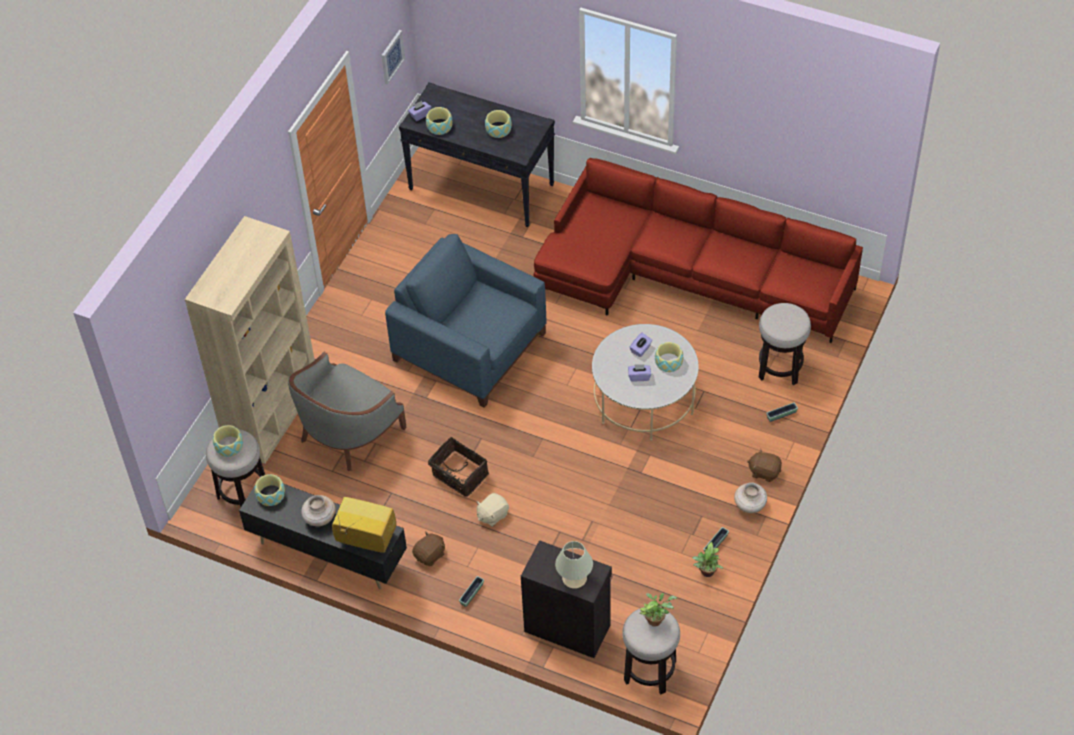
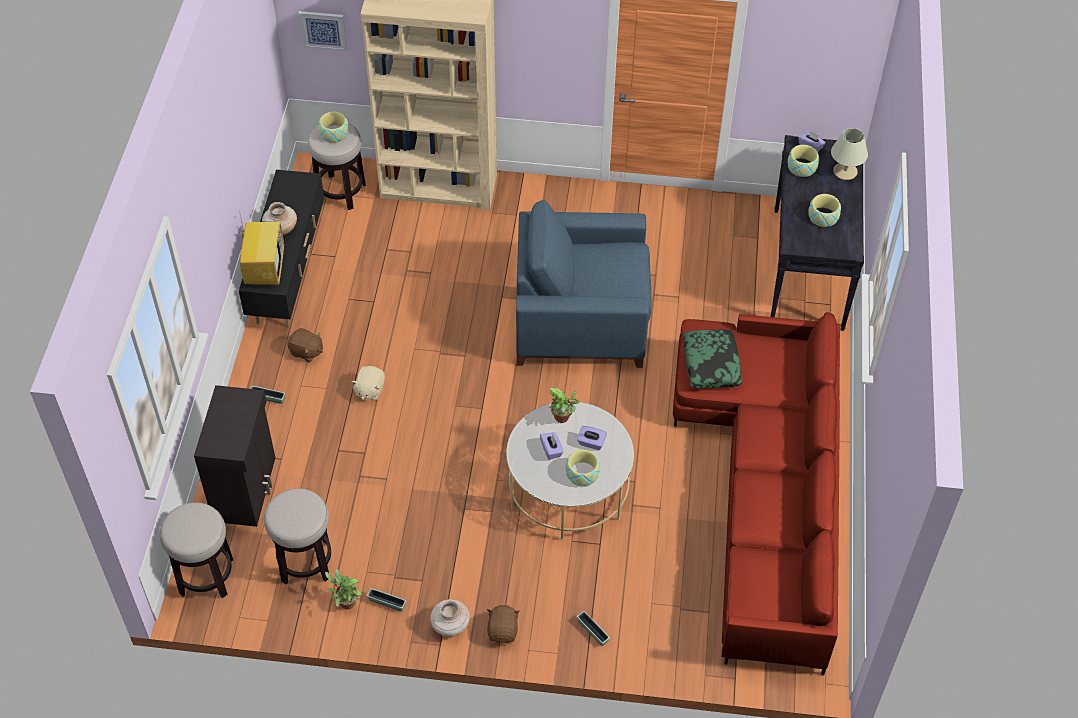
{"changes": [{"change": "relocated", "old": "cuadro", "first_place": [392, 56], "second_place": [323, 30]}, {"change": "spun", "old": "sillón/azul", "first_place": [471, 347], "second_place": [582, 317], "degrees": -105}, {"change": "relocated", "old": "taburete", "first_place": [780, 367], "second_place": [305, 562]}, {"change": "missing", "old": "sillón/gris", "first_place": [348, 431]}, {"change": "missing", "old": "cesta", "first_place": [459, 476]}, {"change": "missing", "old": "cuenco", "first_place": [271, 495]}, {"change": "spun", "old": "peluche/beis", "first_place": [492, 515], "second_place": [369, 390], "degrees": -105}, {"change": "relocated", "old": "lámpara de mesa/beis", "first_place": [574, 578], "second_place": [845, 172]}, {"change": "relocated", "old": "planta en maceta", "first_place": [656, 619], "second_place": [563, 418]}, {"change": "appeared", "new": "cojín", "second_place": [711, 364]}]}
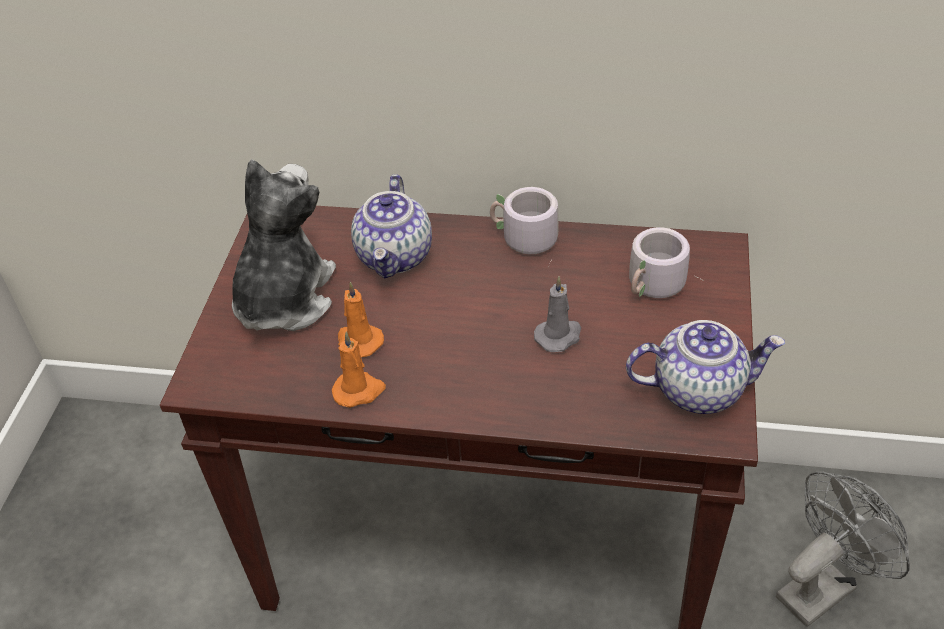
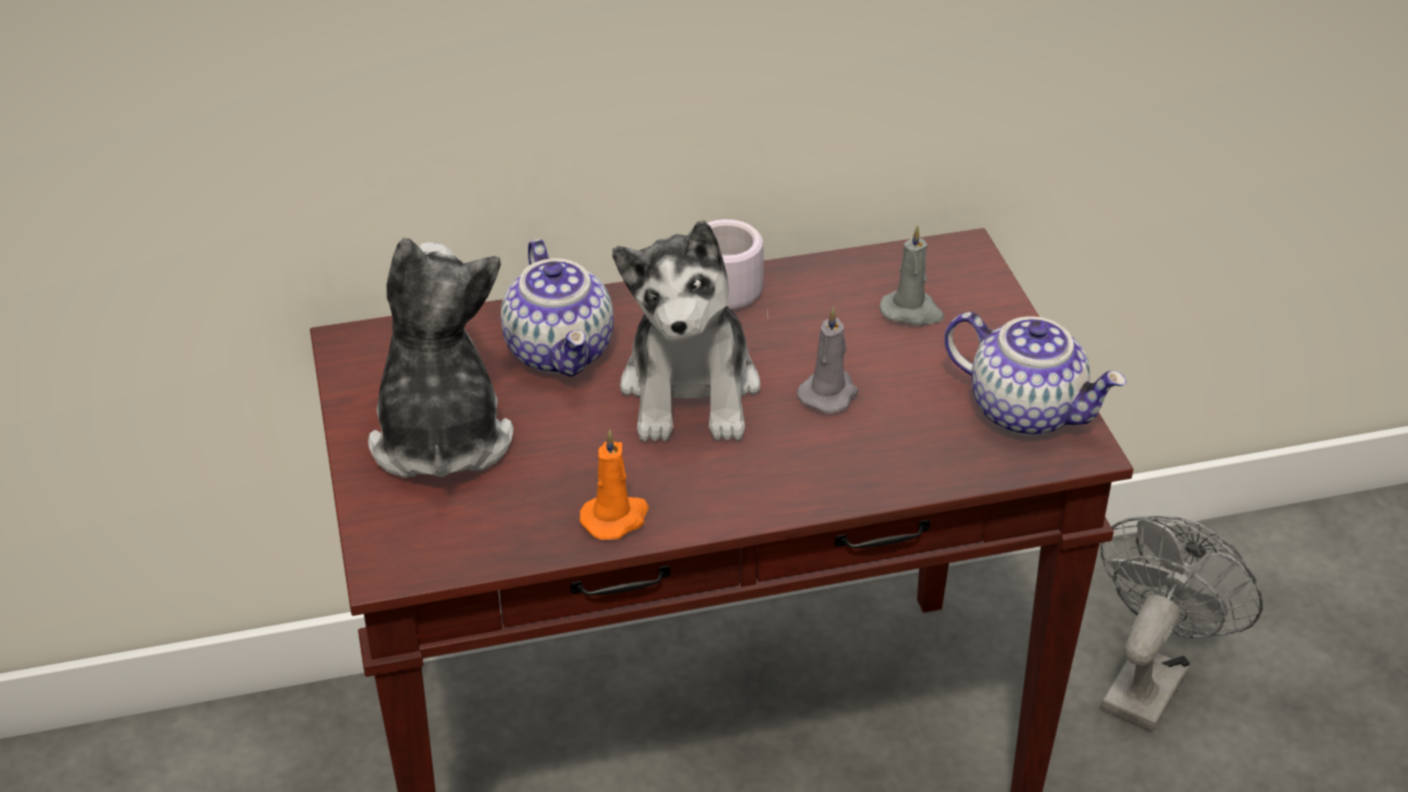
{"changes": [{"change": "exchanged", "old": "taza grande/gris", "new": "vela/gris", "first_place": [655, 287], "second_place": [912, 312]}, {"change": "missing", "old": "vela/naranja", "first_place": [358, 341]}, {"change": "spun", "old": "tetera", "first_place": [699, 389], "second_place": [1027, 410], "degrees": 60}, {"change": "appeared", "new": "peluche", "second_place": [691, 390]}]}
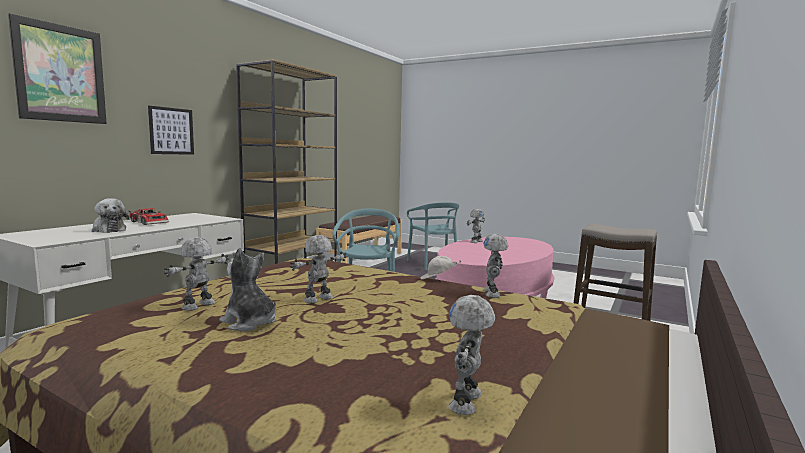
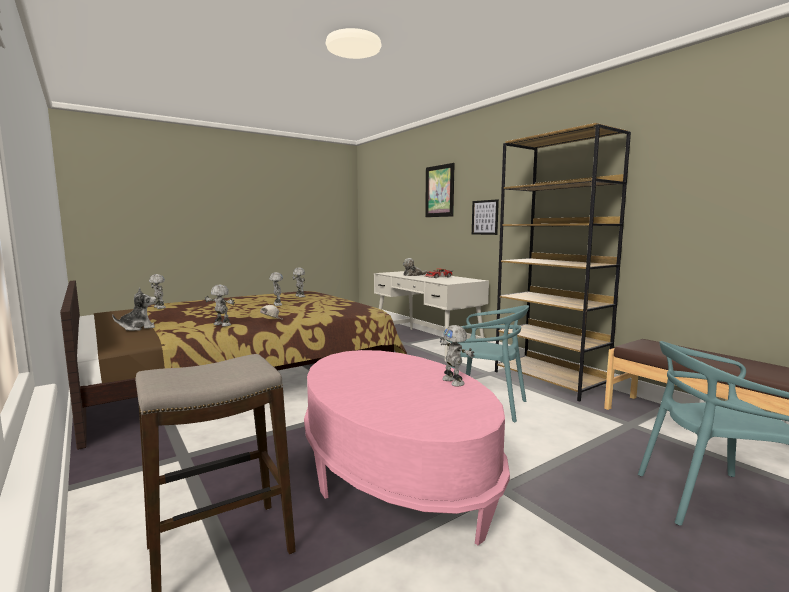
{"changes": [{"change": "relocated", "old": "peluche", "first_place": [249, 323], "second_place": [138, 328]}]}
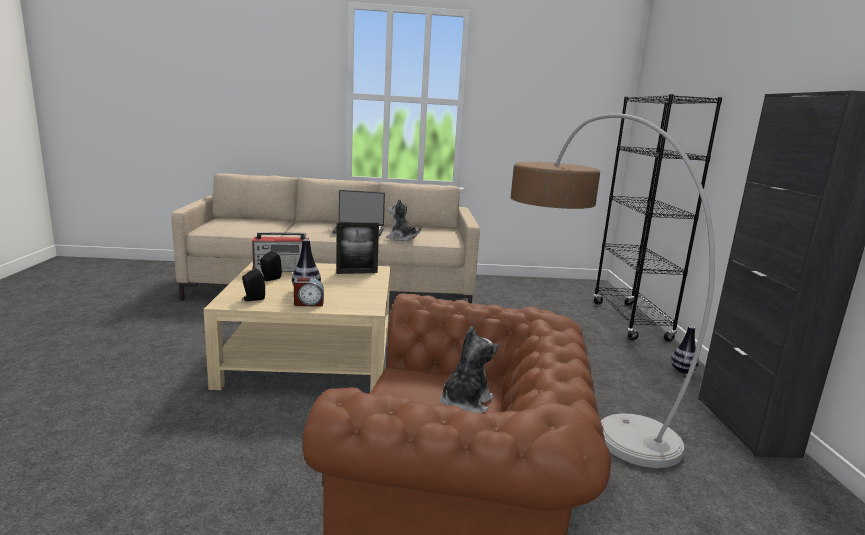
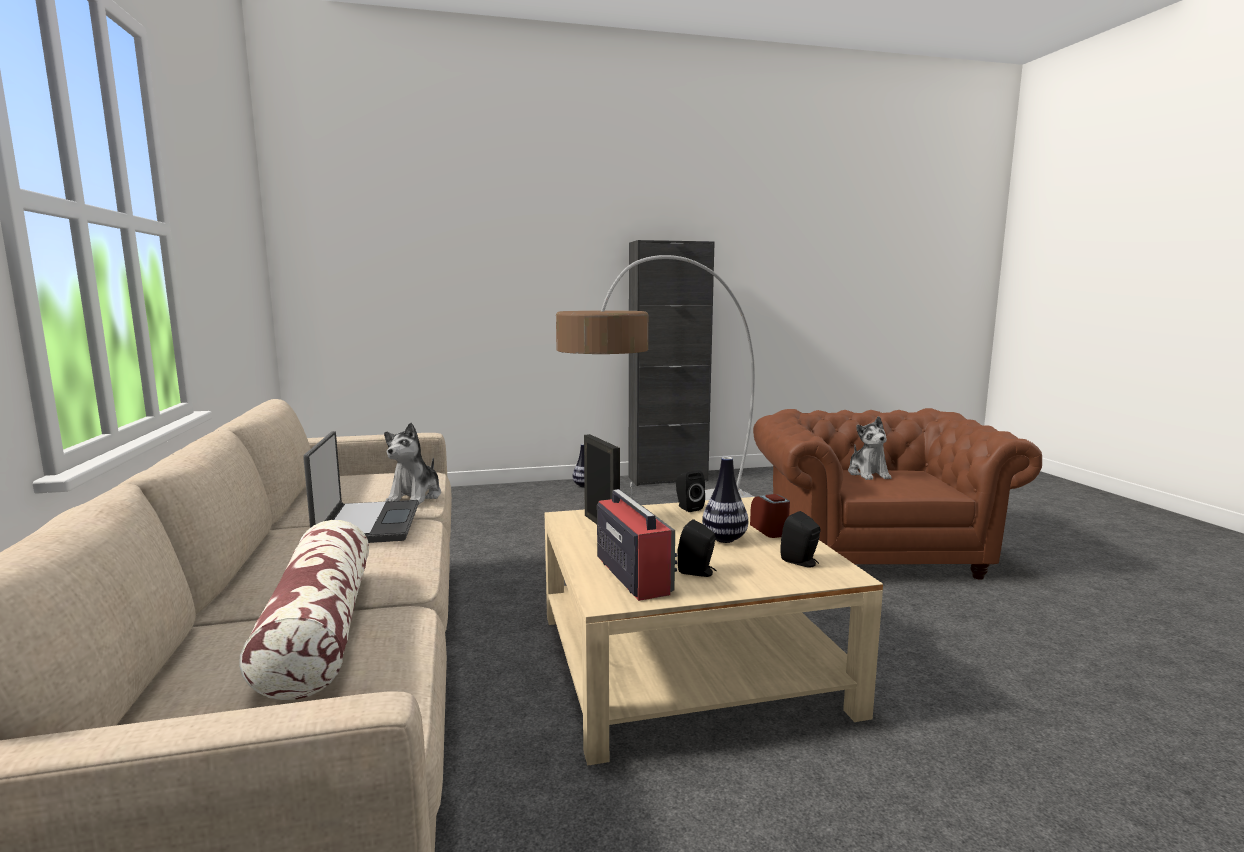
{"changes": [{"change": "missing", "old": "estantería/negro", "first_place": [630, 321]}, {"change": "spun", "old": "peluche", "first_place": [465, 403], "second_place": [868, 474], "degrees": -120}, {"change": "appeared", "new": "altavoz/negro", "second_place": [688, 508]}, {"change": "appeared", "new": "cojín", "second_place": [319, 628]}]}
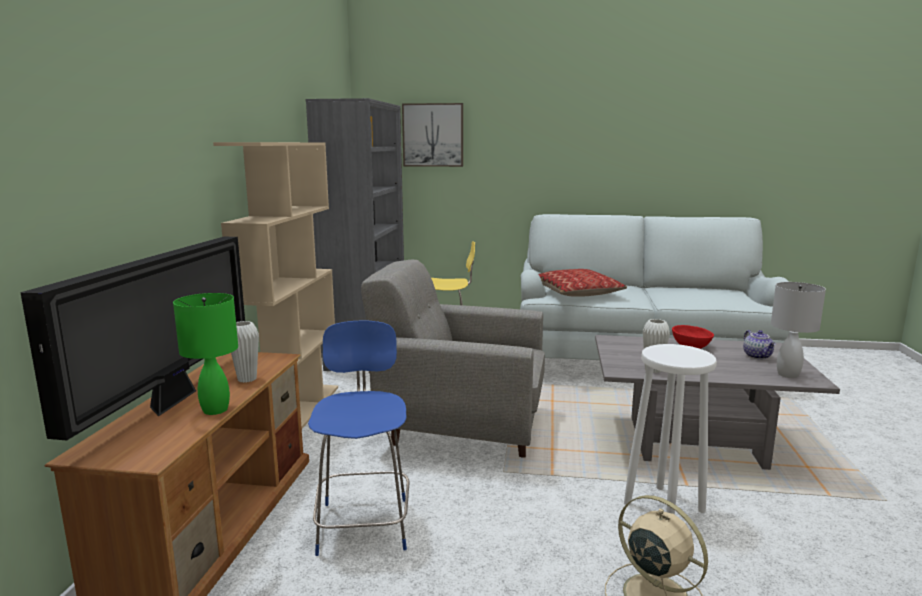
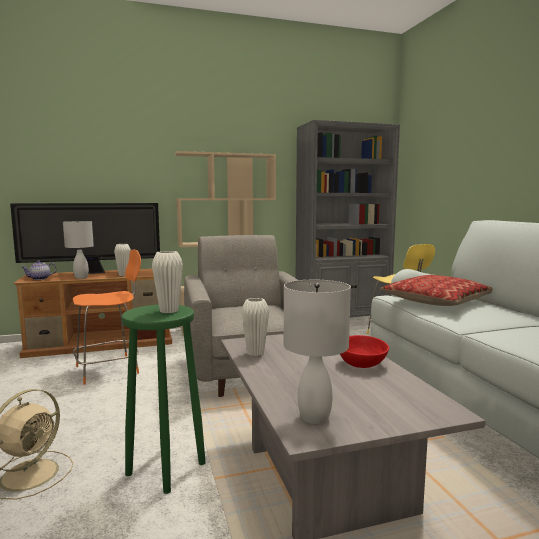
{"changes": [{"change": "missing", "old": "cuadro", "first_place": [433, 135]}, {"change": "colour", "old": "lámpara de mesa/verde", "new": "lámpara de mesa/blanco", "first_place": [214, 410], "second_place": [81, 277]}, {"change": "colour", "old": "taburete/azul", "new": "taburete/naranja", "first_place": [364, 523], "second_place": [110, 369]}, {"change": "relocated", "old": "tetera", "first_place": [758, 356], "second_place": [39, 279]}, {"change": "colour", "old": "taburete/blanco", "new": "taburete/verde", "first_place": [665, 507], "second_place": [165, 469]}, {"change": "appeared", "new": "florero/blanco", "second_place": [169, 311]}]}
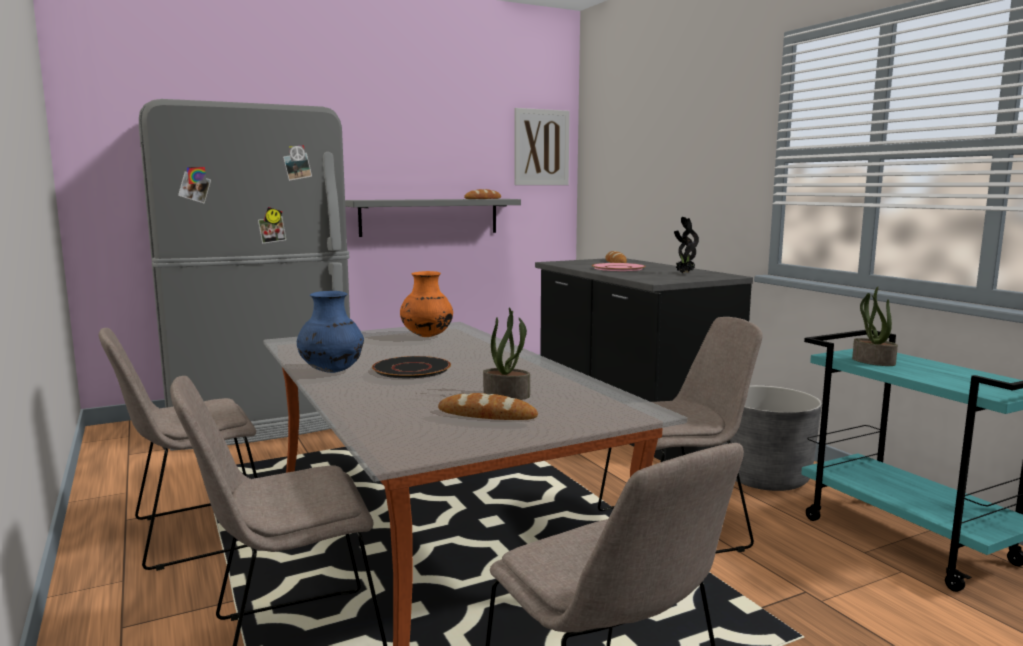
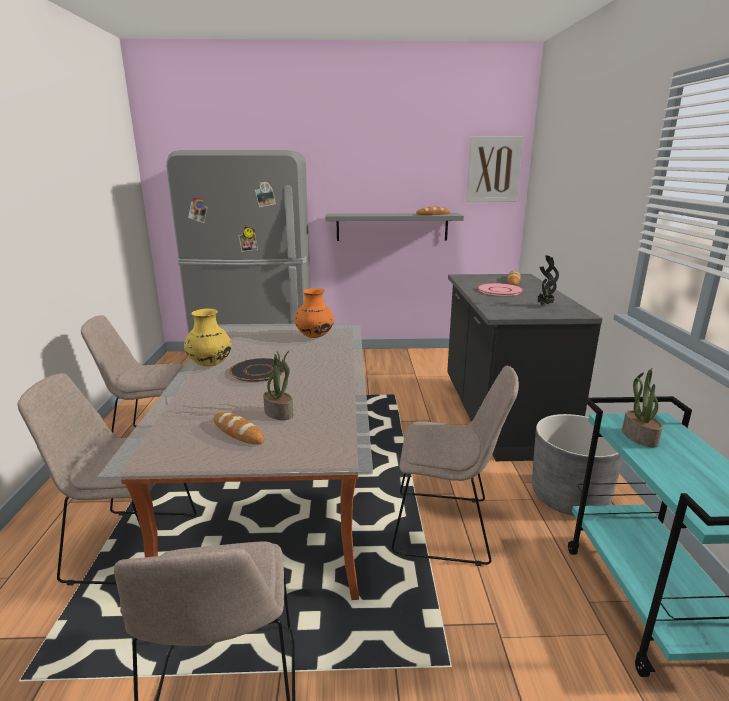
{"changes": [{"change": "colour", "old": "florero/azul", "new": "florero/amarillo", "first_place": [331, 371], "second_place": [210, 364]}]}
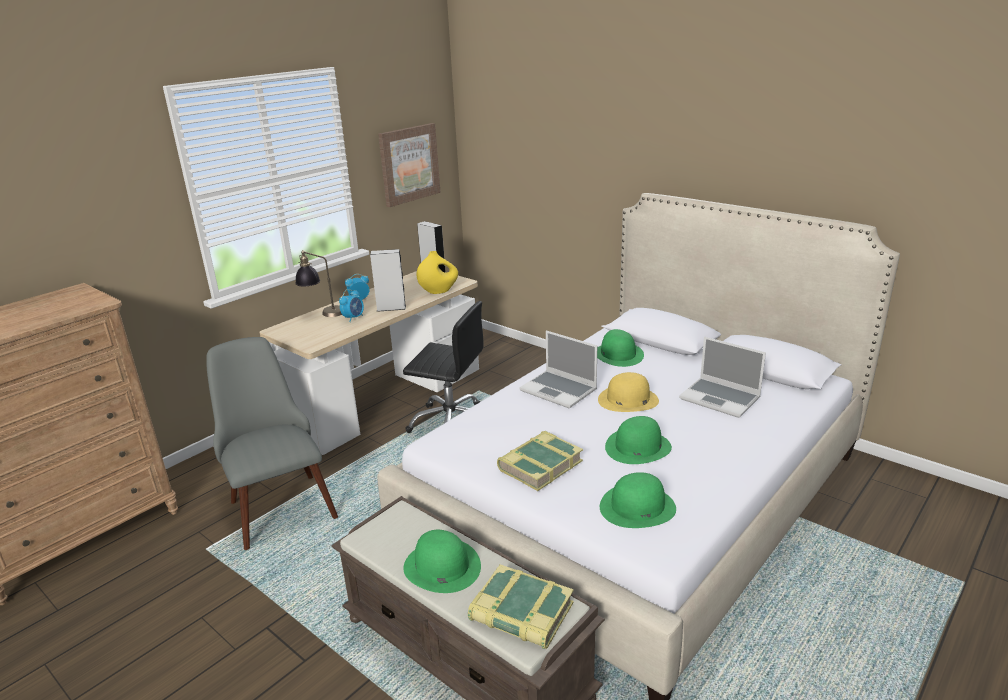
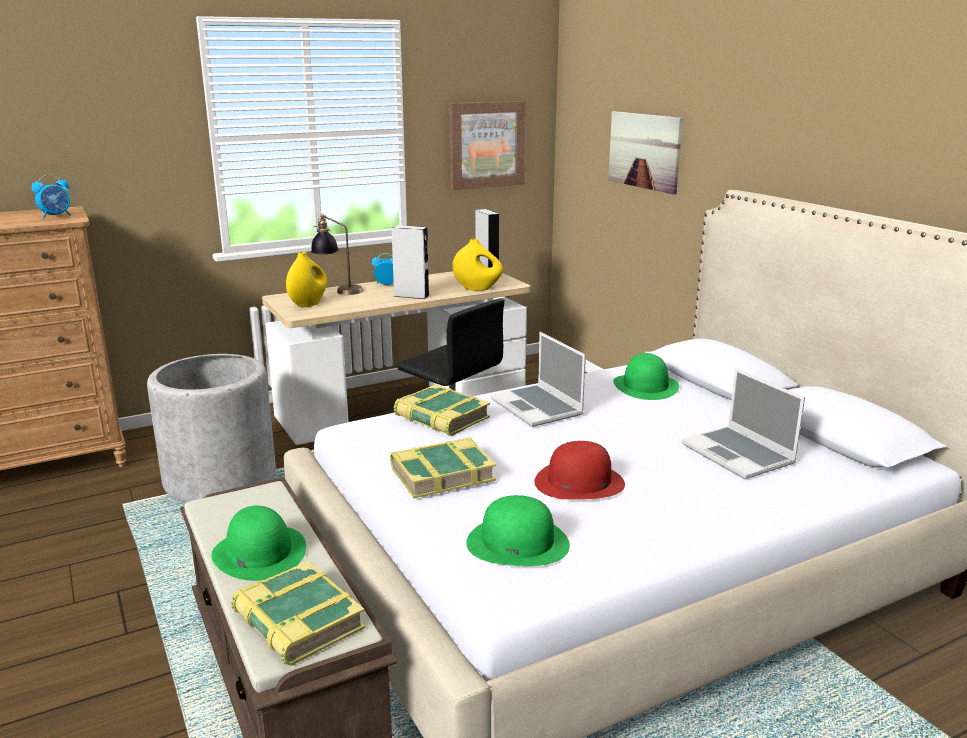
{"changes": [{"change": "relocated", "old": "despertador", "first_place": [353, 318], "second_place": [56, 216]}, {"change": "exchanged", "old": "silla/gris", "new": "maceta/gris", "first_place": [278, 502], "second_place": [221, 478]}, {"change": "missing", "old": "sombrero/amarillo", "first_place": [628, 400]}, {"change": "colour", "old": "sombrero/verde", "new": "sombrero/rojo", "first_place": [638, 447], "second_place": [579, 482]}, {"change": "appeared", "new": "cuadro", "second_place": [644, 151]}, {"change": "appeared", "new": "florero/amarillo", "second_place": [308, 304]}, {"change": "appeared", "new": "libro", "second_place": [441, 418]}]}
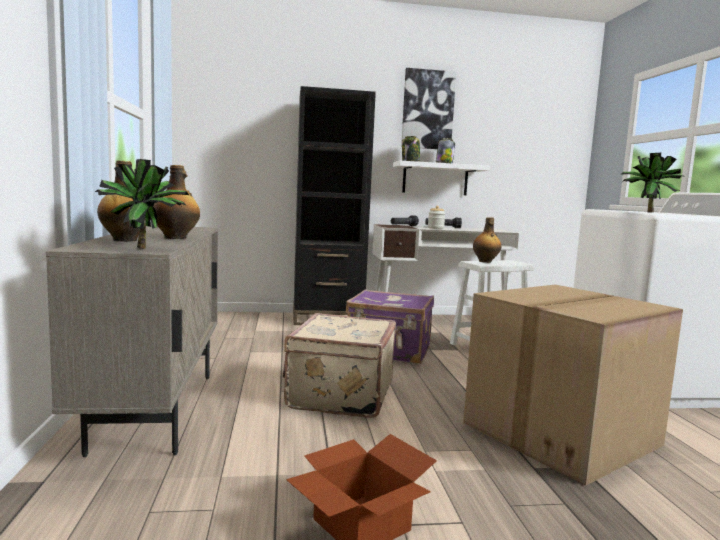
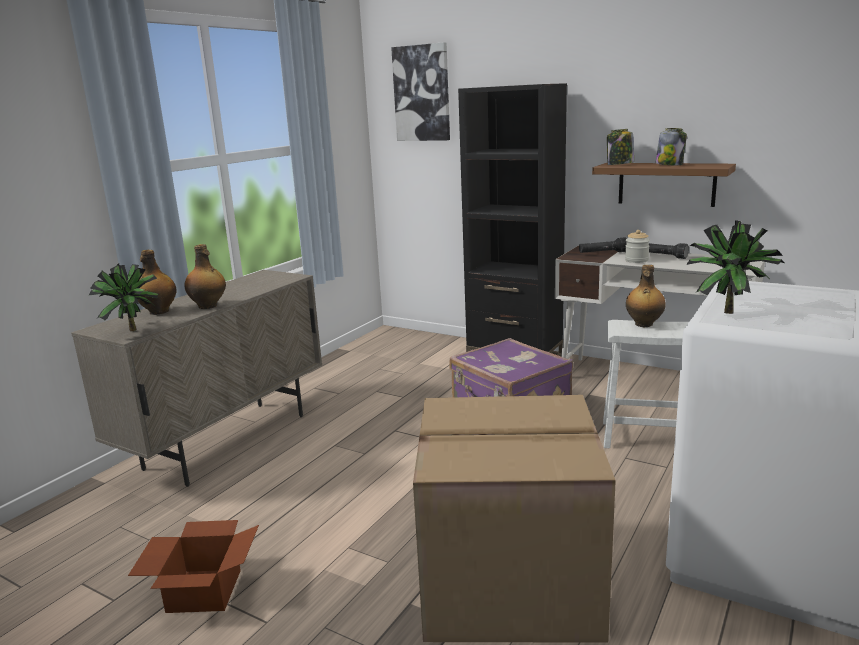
{"changes": [{"change": "relocated", "old": "cuadro", "first_place": [427, 110], "second_place": [422, 93]}, {"change": "colour", "old": "estante/blanco", "new": "estante/marrón", "first_place": [435, 179], "second_place": [666, 184]}, {"change": "missing", "old": "maleta/beis", "first_place": [339, 395]}]}
